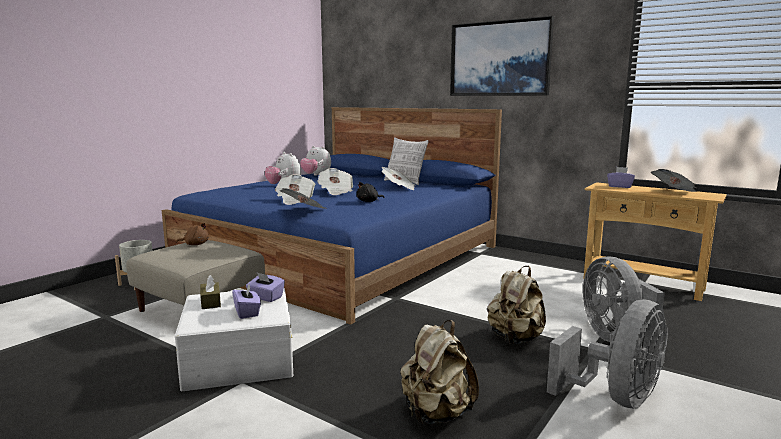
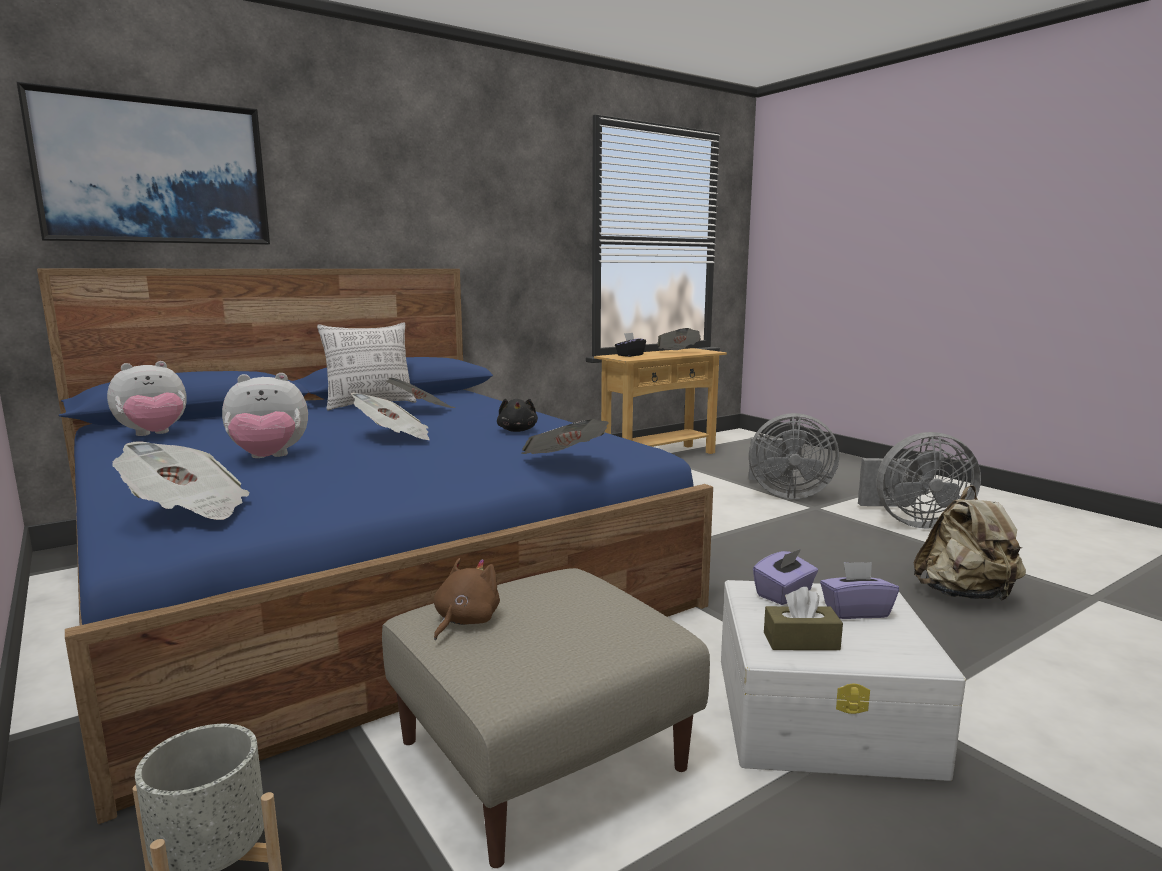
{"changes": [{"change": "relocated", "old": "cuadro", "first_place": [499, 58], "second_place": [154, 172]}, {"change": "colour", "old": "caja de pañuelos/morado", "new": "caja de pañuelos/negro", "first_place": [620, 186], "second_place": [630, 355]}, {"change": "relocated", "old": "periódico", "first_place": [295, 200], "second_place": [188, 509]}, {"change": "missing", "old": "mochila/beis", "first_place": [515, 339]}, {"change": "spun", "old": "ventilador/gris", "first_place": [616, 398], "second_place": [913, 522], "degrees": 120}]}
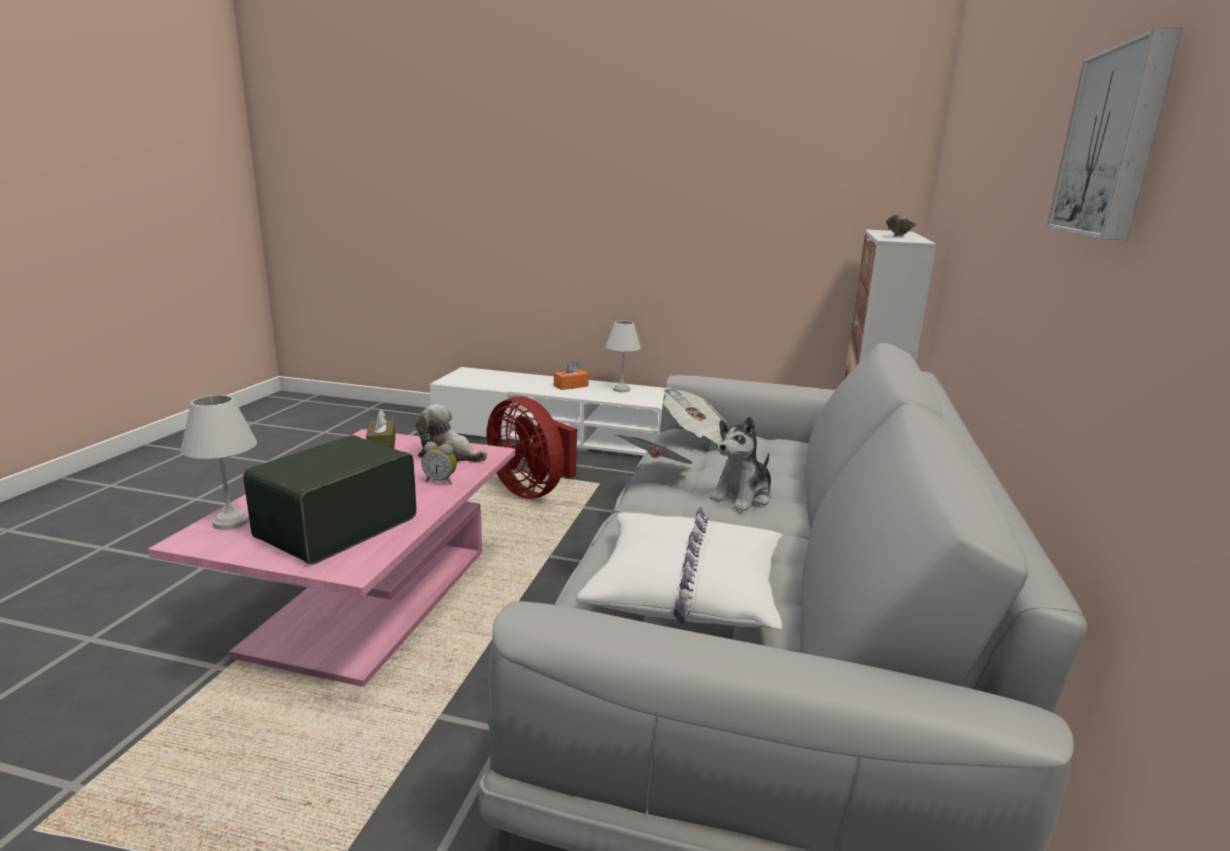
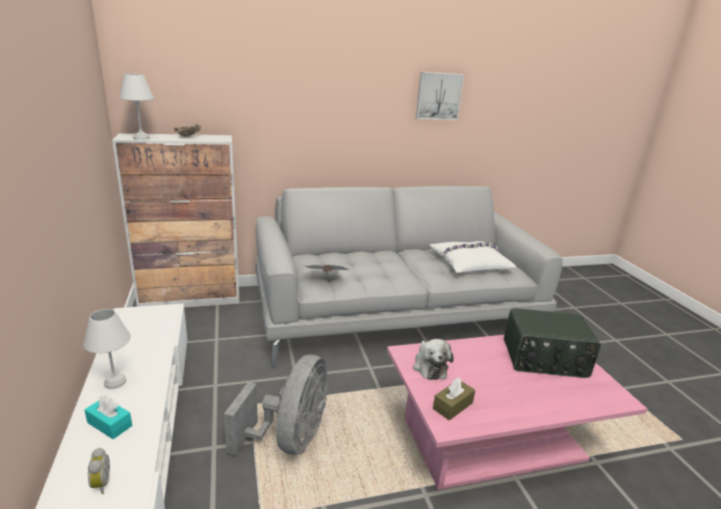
{"changes": [{"change": "colour", "old": "caja de pañuelos/naranja", "new": "caja de pañuelos/turquesa", "first_place": [571, 386], "second_place": [109, 424]}, {"change": "relocated", "old": "lámpara de mesa/blanco", "first_place": [229, 523], "second_place": [142, 138]}, {"change": "colour", "old": "ventilador/rojo", "new": "ventilador/gris", "first_place": [532, 490], "second_place": [289, 439]}, {"change": "missing", "old": "peluche", "first_place": [742, 497]}, {"change": "missing", "old": "periódico", "first_place": [656, 472]}, {"change": "relocated", "old": "despertador", "first_place": [441, 481], "second_place": [100, 484]}]}
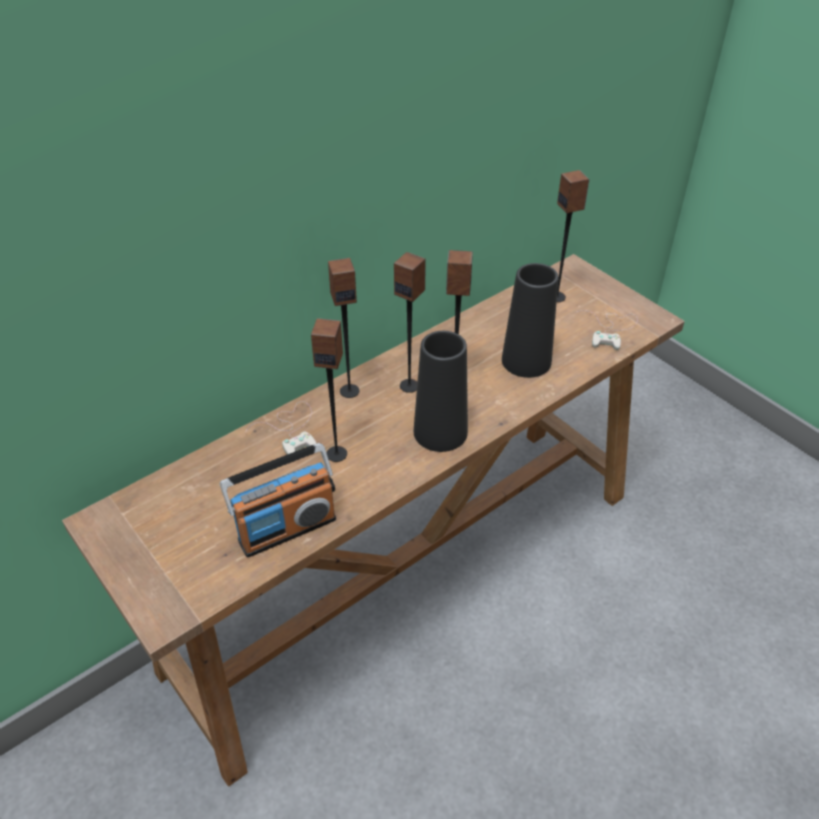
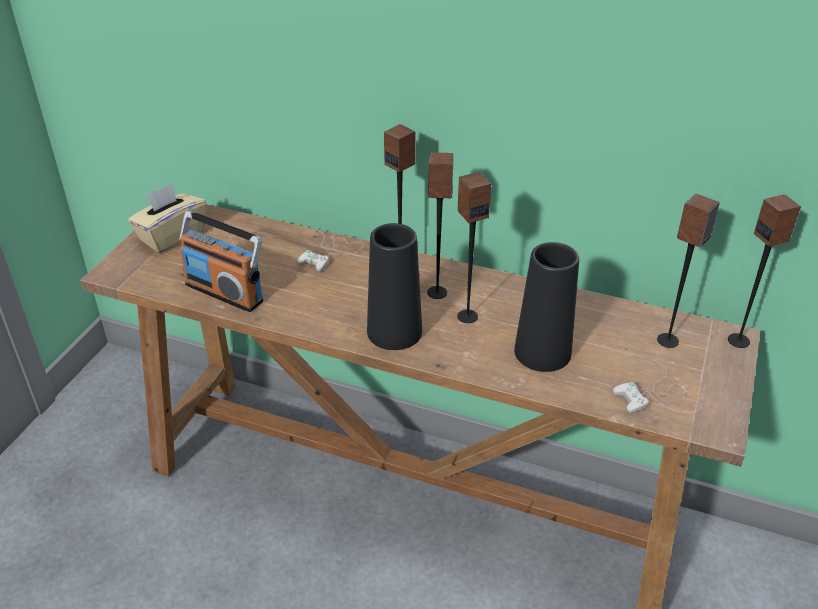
{"changes": [{"change": "relocated", "old": "altavoz", "first_place": [337, 453], "second_place": [739, 340]}, {"change": "appeared", "new": "caja de pañuelos/beis", "second_place": [172, 236]}]}
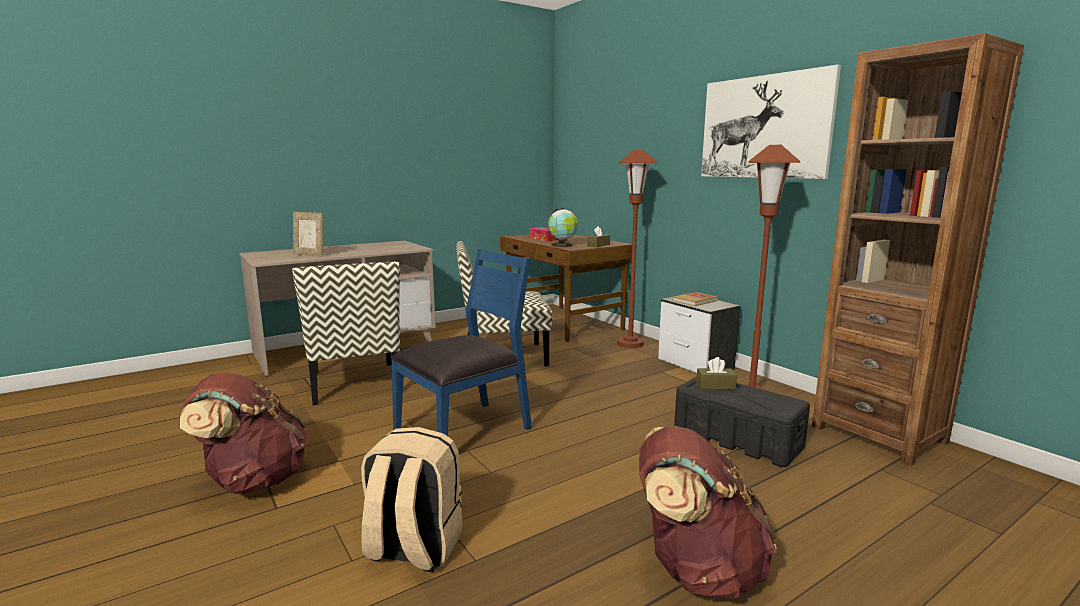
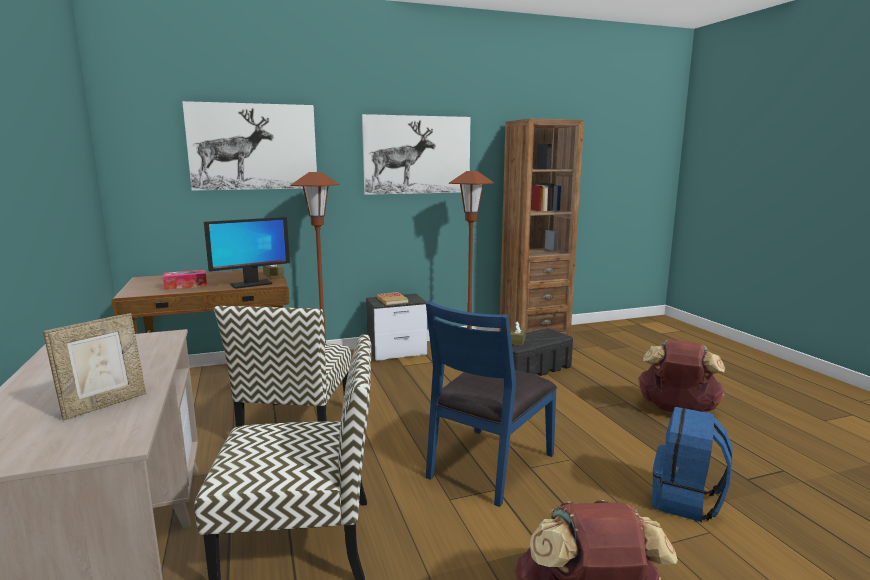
{"changes": [{"change": "exchanged", "old": "globo terráqueo", "new": "monitor", "first_place": [562, 245], "second_place": [251, 284]}, {"change": "spun", "old": "silla/azul", "first_place": [465, 430], "second_place": [489, 465], "degrees": -120}, {"change": "colour", "old": "mochila/beis", "new": "mochila/azul", "first_place": [413, 549], "second_place": [686, 501]}, {"change": "appeared", "new": "cuadro", "second_place": [253, 147]}]}
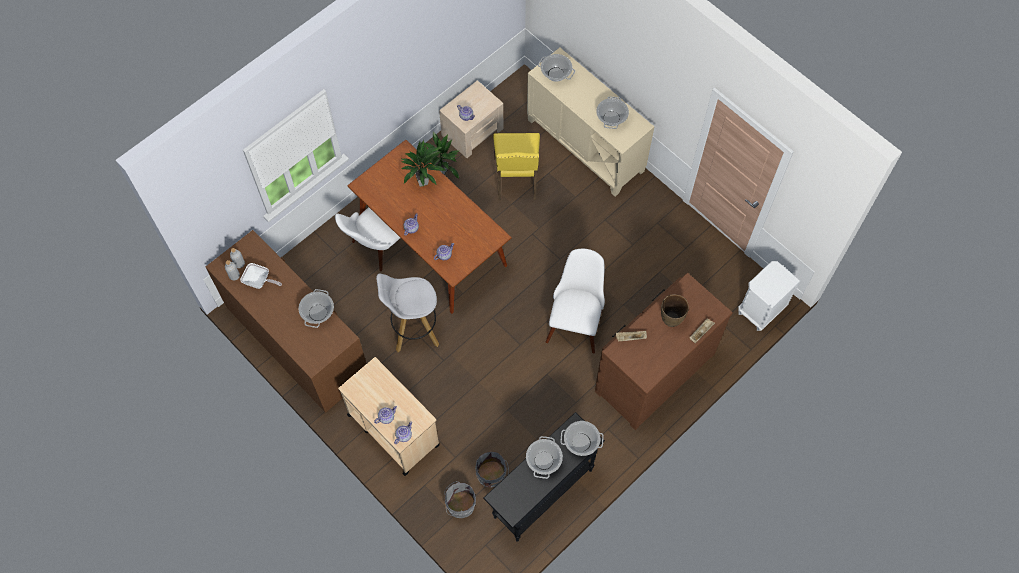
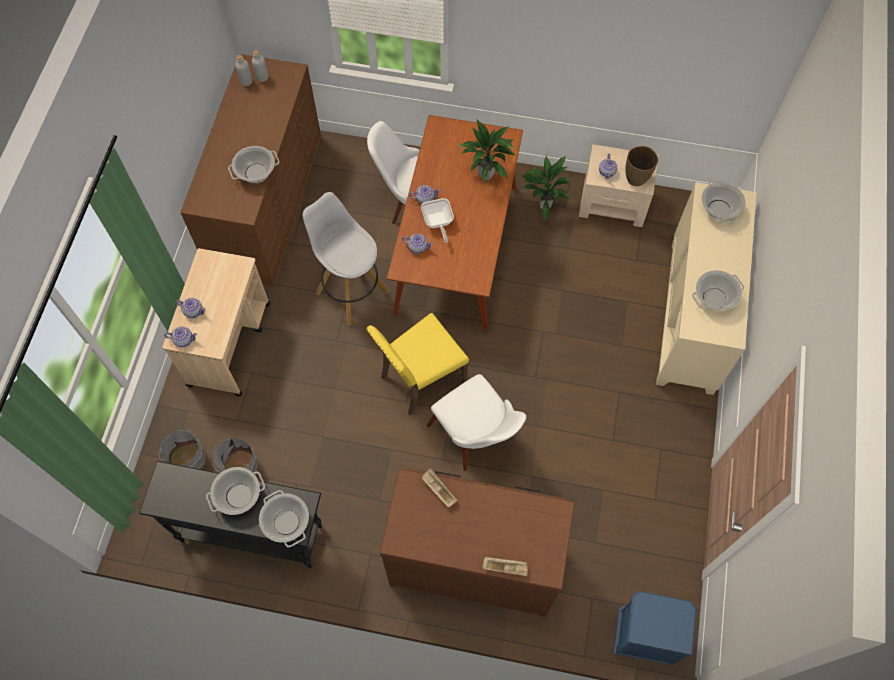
{"changes": [{"change": "relocated", "old": "silla/amarillo", "first_place": [516, 179], "second_place": [420, 379]}, {"change": "spun", "old": "silla/blanco", "first_place": [576, 319], "second_place": [477, 438], "degrees": 75}, {"change": "colour", "old": "mesita de noche/blanco", "new": "mesita de noche/azul", "first_place": [760, 310], "second_place": [643, 637]}, {"change": "relocated", "old": "sartén", "first_place": [259, 282], "second_place": [438, 223]}, {"change": "relocated", "old": "florero/marrón", "first_place": [671, 319], "second_place": [636, 178]}]}
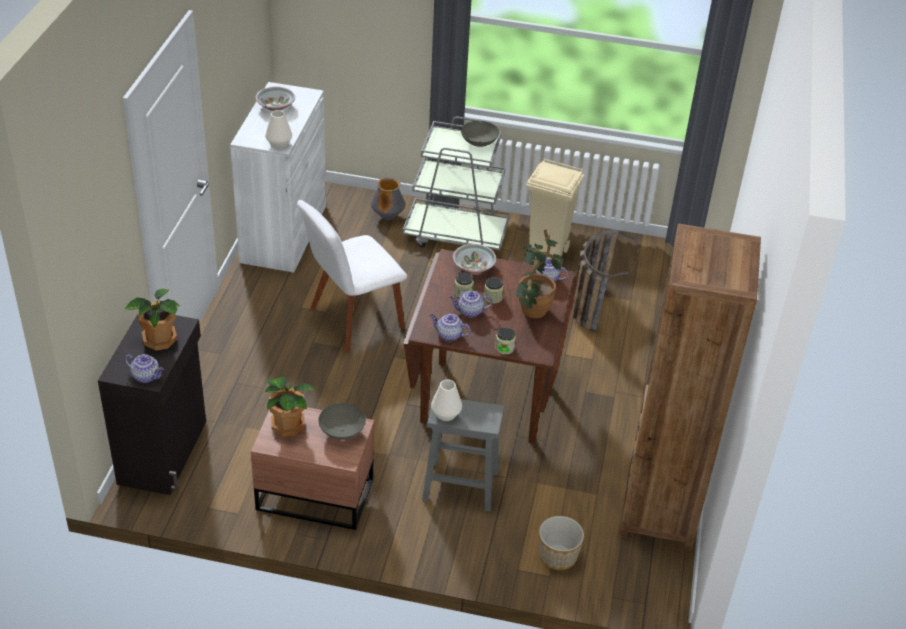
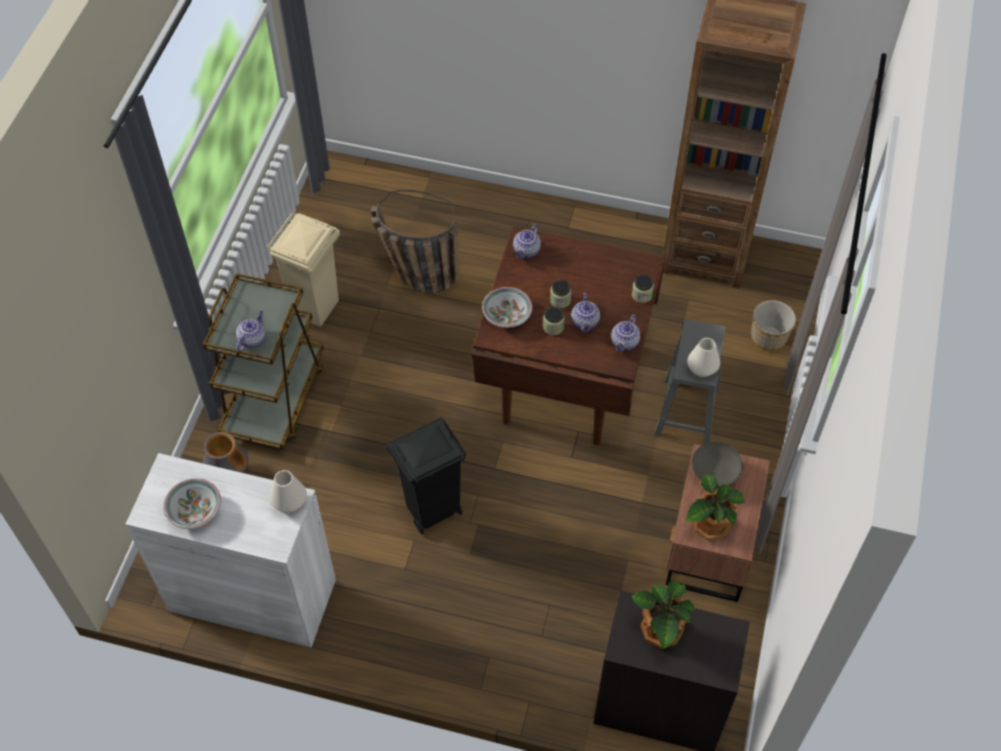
{"changes": [{"change": "colour", "old": "carrito/gris", "new": "carrito/marrón", "first_place": [456, 235], "second_place": [274, 397]}, {"change": "missing", "old": "cuenco/gris", "first_place": [479, 143]}, {"change": "exchanged", "old": "silla/blanco", "new": "papelera/negro", "first_place": [352, 320], "second_place": [431, 511]}, {"change": "missing", "old": "planta en maceta", "first_place": [531, 313]}, {"change": "relocated", "old": "tetera", "first_place": [146, 376], "second_place": [252, 339]}]}
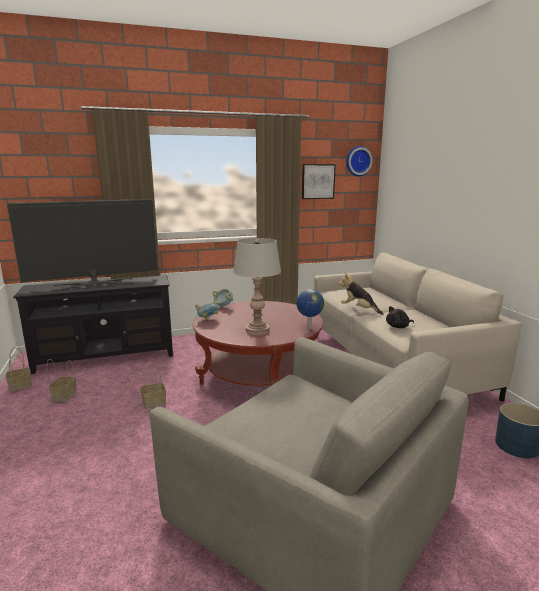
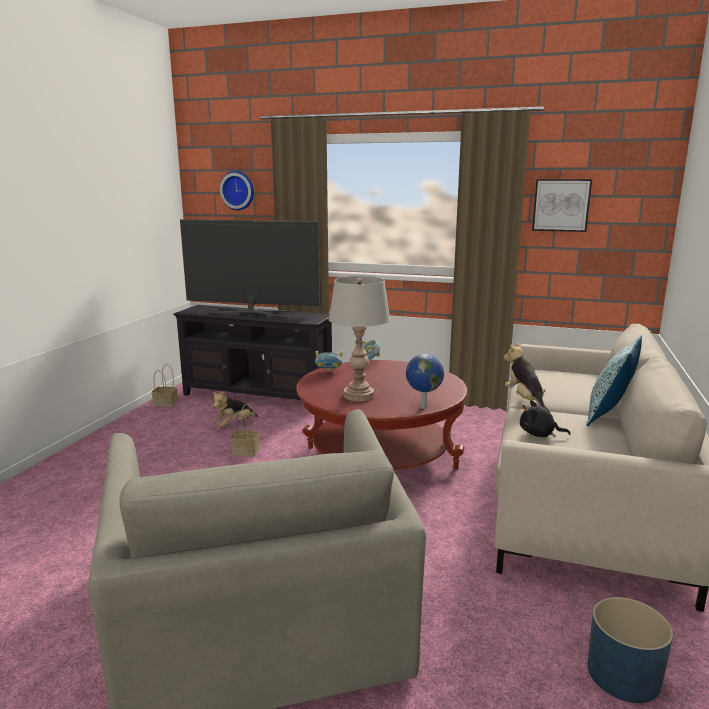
{"changes": [{"change": "relocated", "old": "reloj de pared", "first_place": [358, 161], "second_place": [238, 190]}, {"change": "missing", "old": "cesta", "first_place": [64, 395]}, {"change": "appeared", "new": "cojín", "second_place": [608, 415]}, {"change": "appeared", "new": "peluche", "second_place": [234, 424]}]}
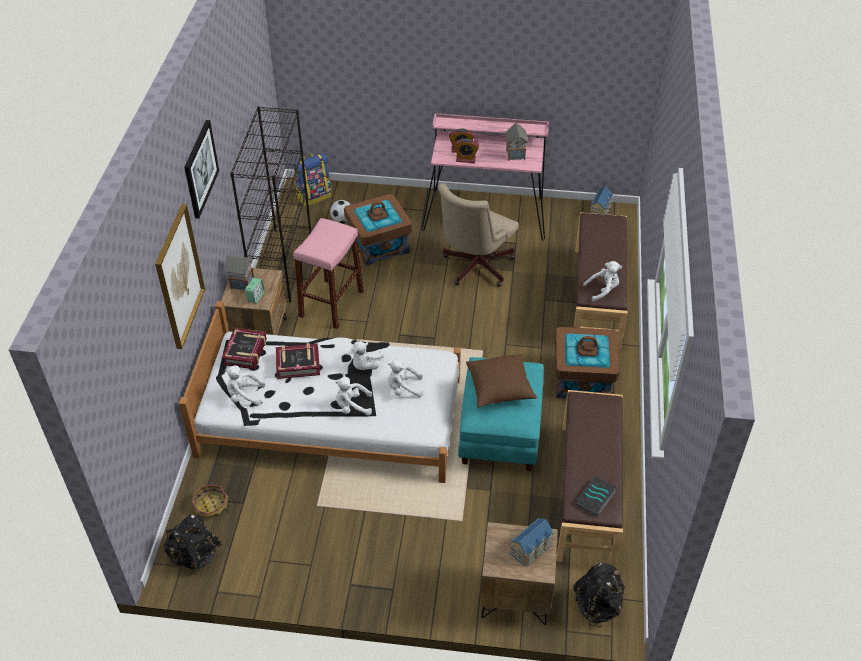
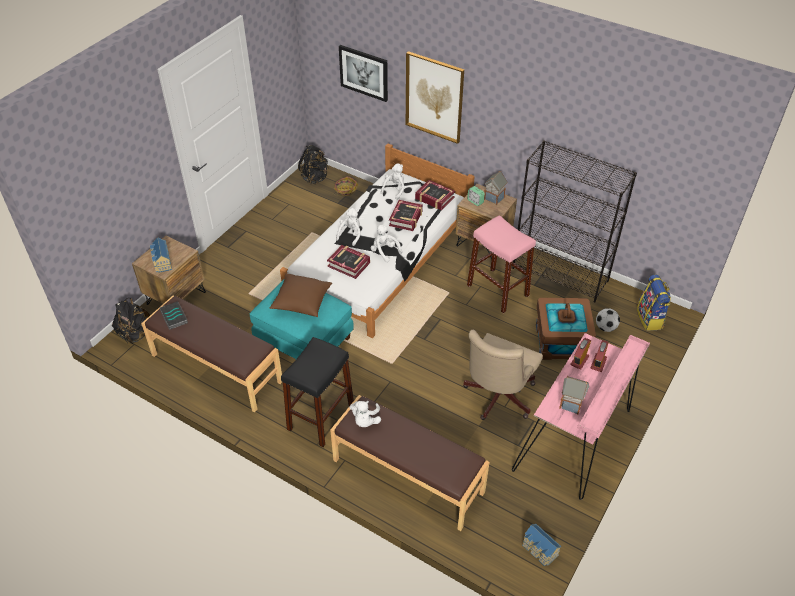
{"changes": [{"change": "relocated", "old": "cuadro", "first_place": [200, 168], "second_place": [364, 72]}, {"change": "spun", "old": "silla de oficina/beis", "first_place": [474, 268], "second_place": [497, 398], "degrees": -120}, {"change": "exchanged", "old": "caja de almacenaje/marrón", "new": "taburete/negro", "first_place": [582, 378], "second_place": [320, 417]}, {"change": "exchanged", "old": "peluche/blanco", "new": "libro", "first_place": [403, 388], "second_place": [349, 264]}]}
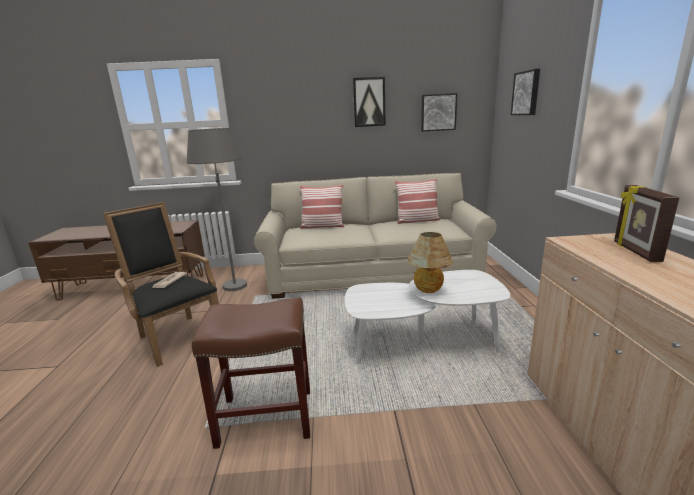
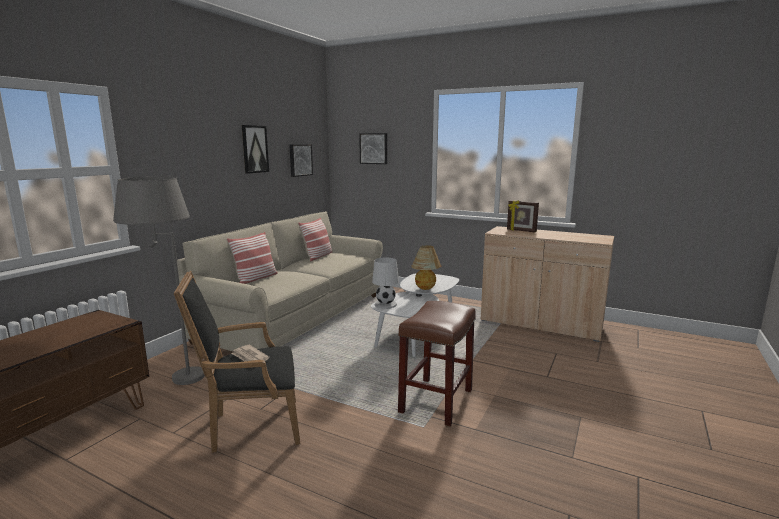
{"changes": [{"change": "appeared", "new": "lámpara de mesa/blanco", "second_place": [385, 304]}]}
